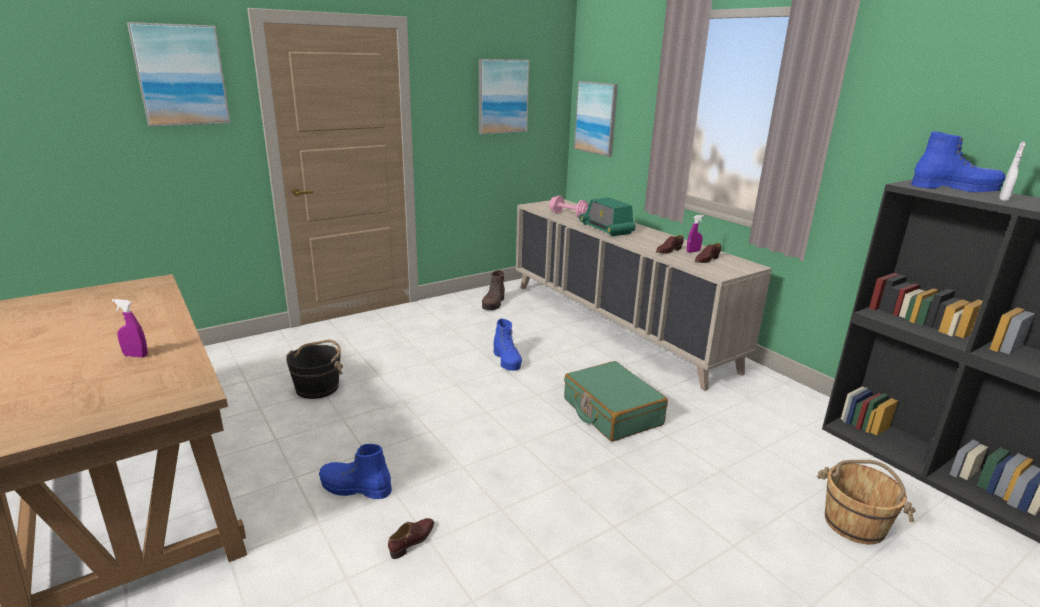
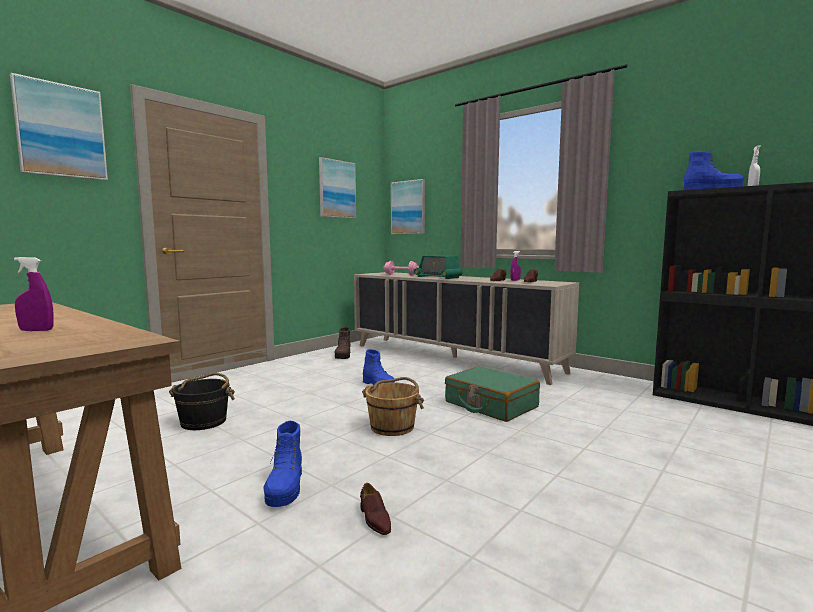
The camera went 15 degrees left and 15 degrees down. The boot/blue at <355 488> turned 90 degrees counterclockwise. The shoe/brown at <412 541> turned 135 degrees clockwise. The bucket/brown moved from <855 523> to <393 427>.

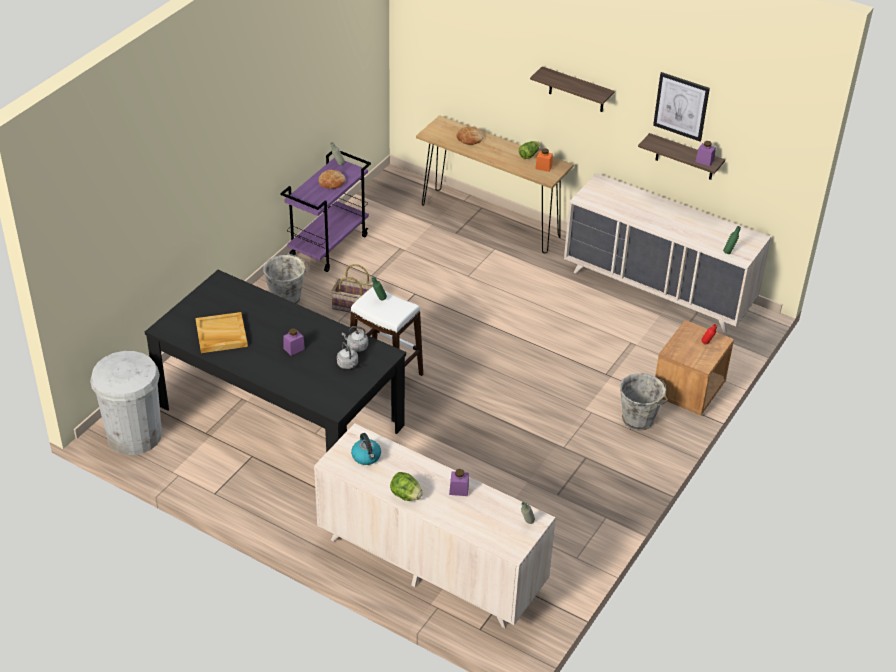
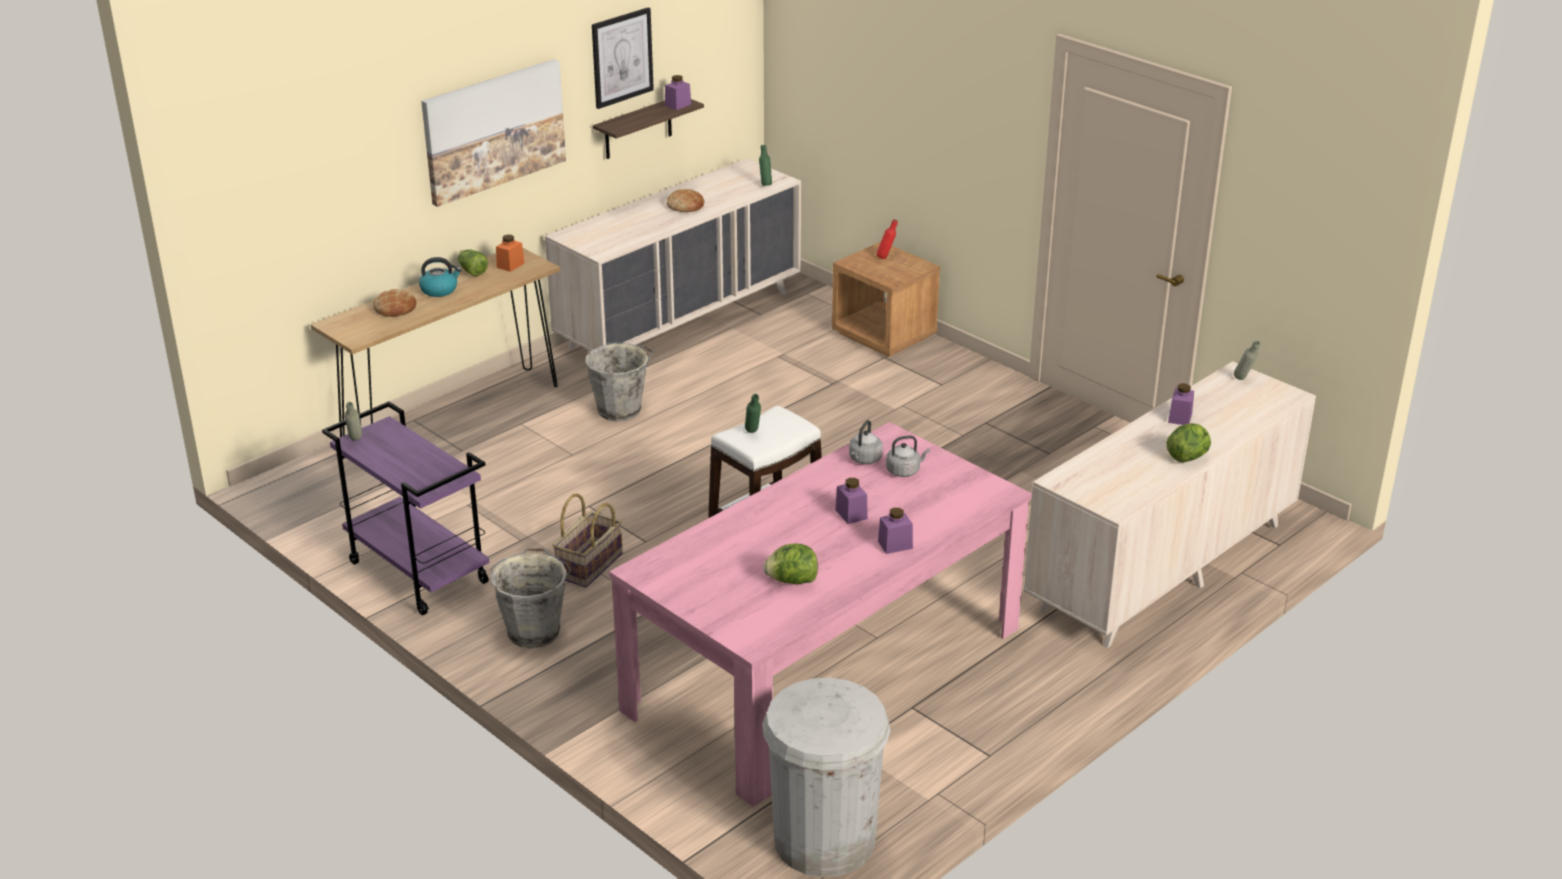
The camera went 75 degrees left and 10 degrees down. The kettle moved from <366 457> to <440 290>. The shelf at <576 90> was replaced by the picture at <493 130>. The bucket/grey moved from <639 420> to <621 409>. The dining table/black at <280 415> became the dining table/pink at <824 668>. The bread moved from <331 182> to <685 205>. The tray/beige at <221 335> was replaced by the lettuce at <792 581>. The jar/purple at <895 545> appeared.

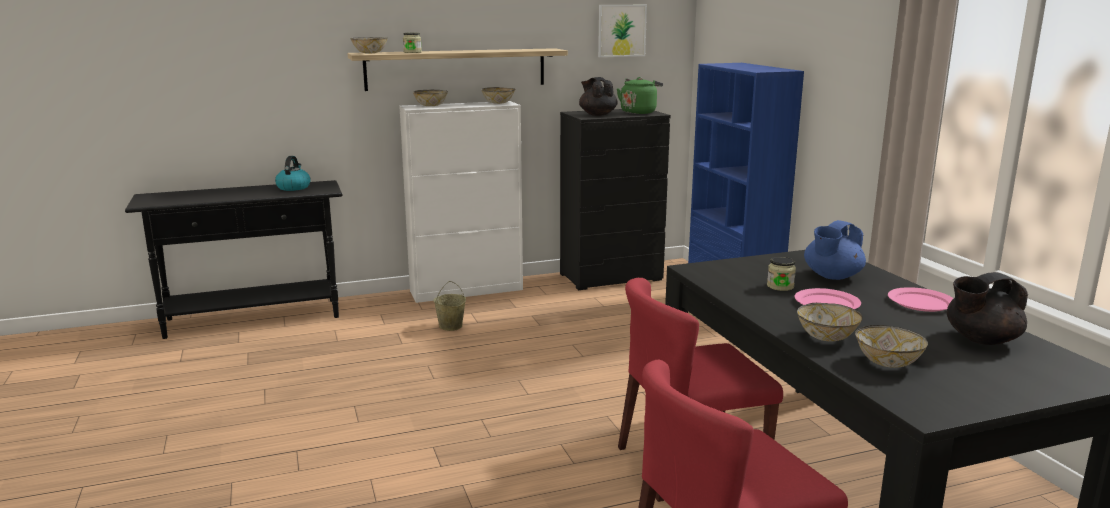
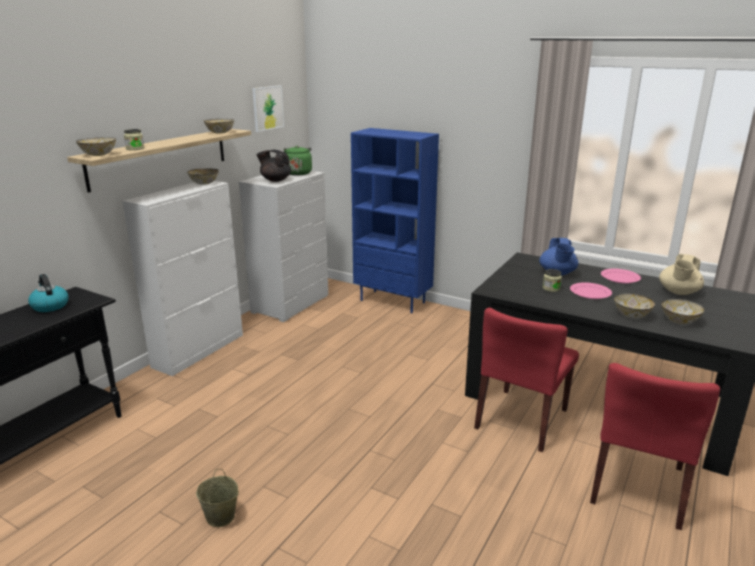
The camera went 40 degrees left and 5 degrees up. The bucket/beige moved from <451 326> to <221 517>. The bowl moved from <431 106> to <220 133>. The dresser/black at <611 277> became the dresser/white at <291 304>. The teapot/black at <980 339> became the teapot/beige at <678 292>.

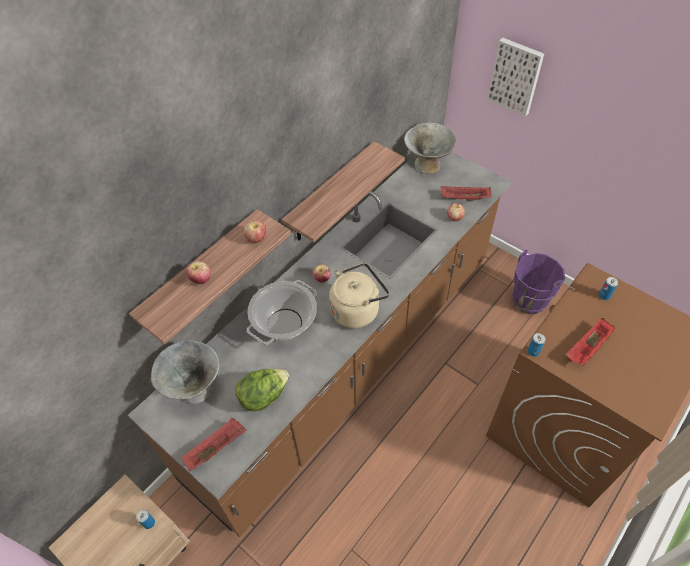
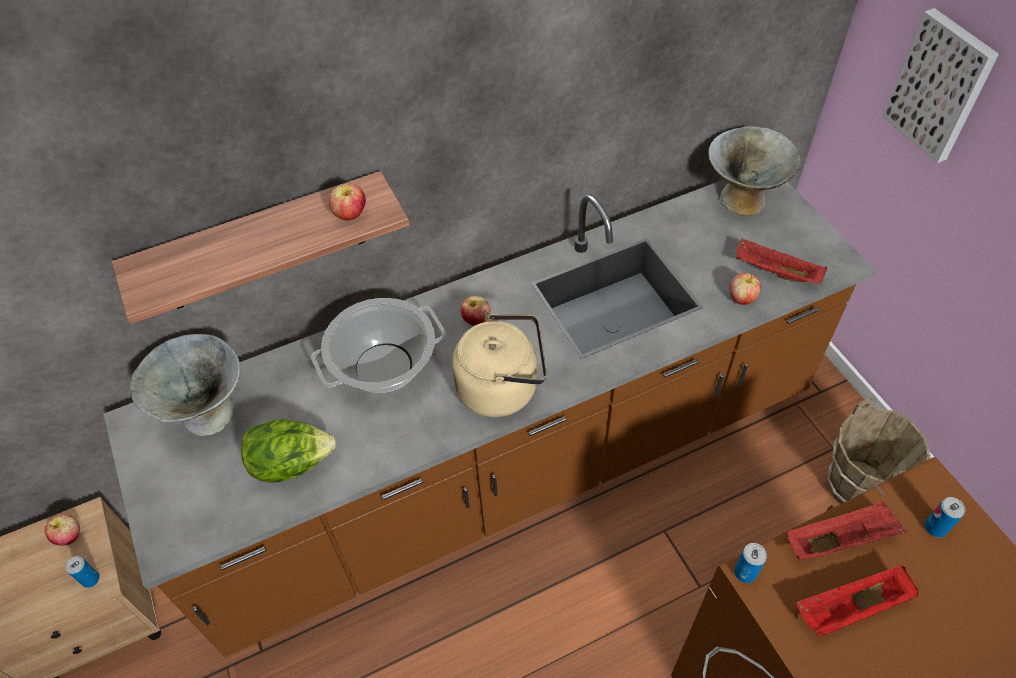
The camera went 25 degrees right and 0 degrees up. The apple moved from <201 279> to <69 536>. The tray/red moved from <216 447> to <840 539>. The bucket/purple at <529 301> became the bucket/brown at <857 487>. The shelf at <331 194> disappeared.

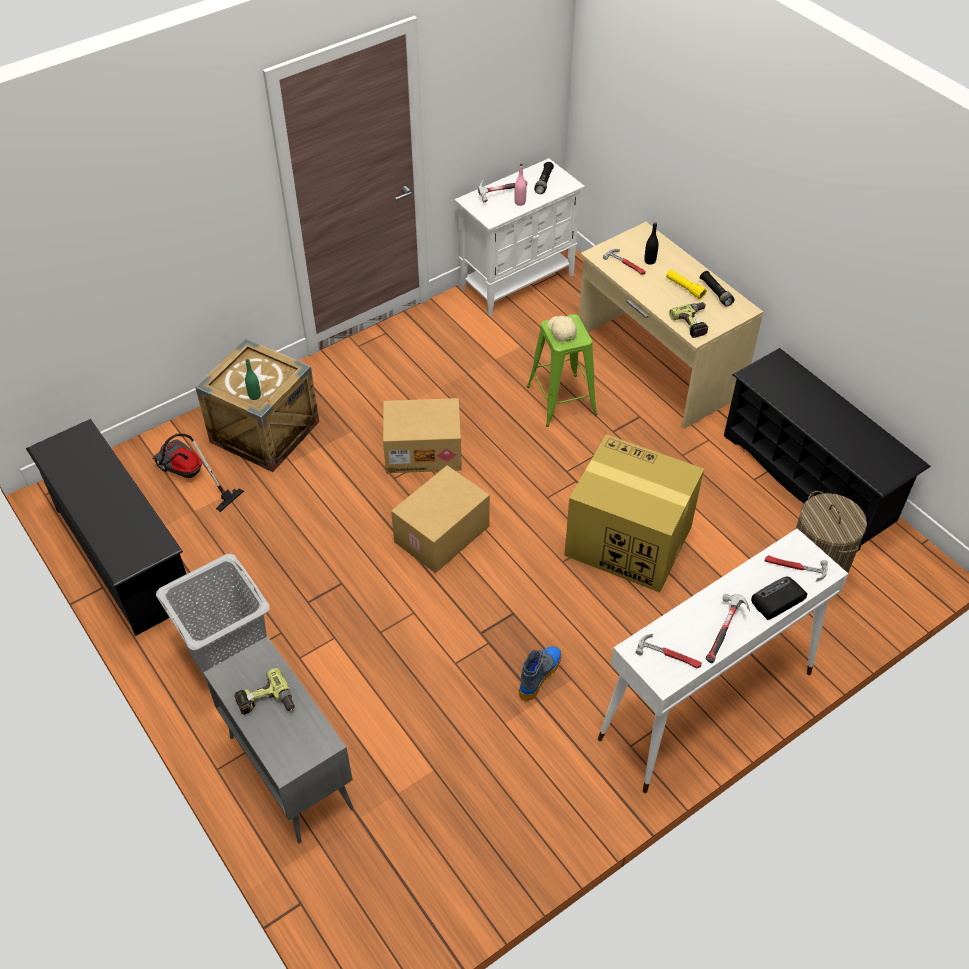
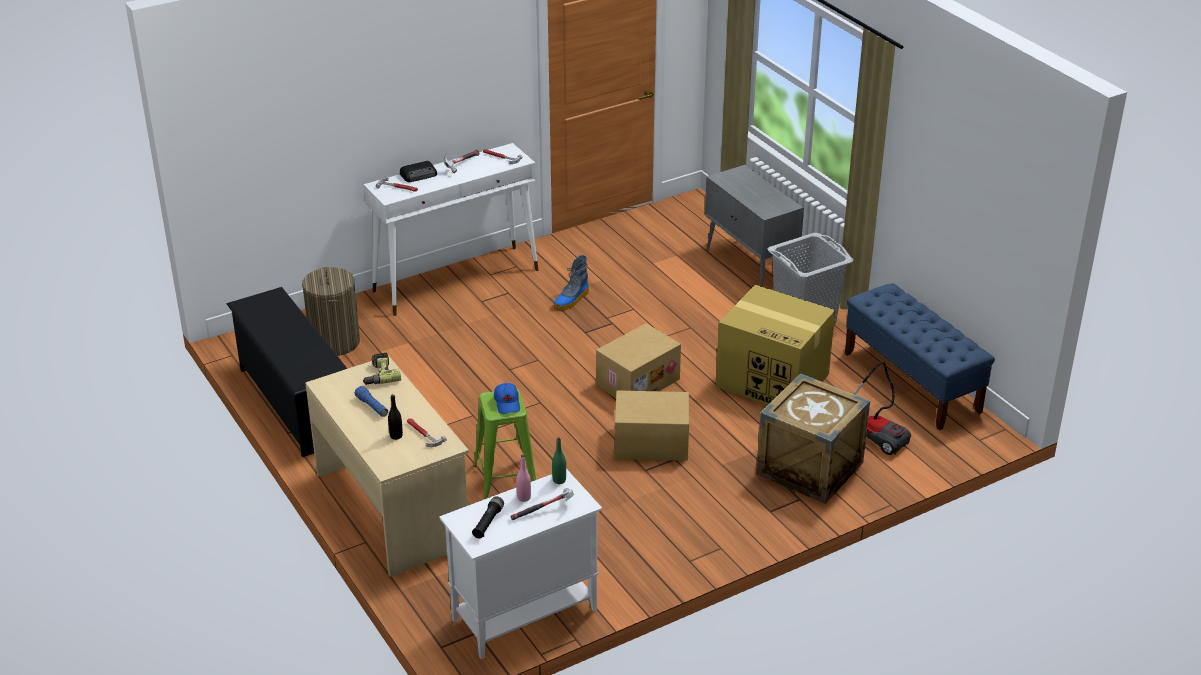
The camera went 175 degrees left and 15 degrees down. The flashlight/yellow at <685 288> became the flashlight/blue at <372 407>. The cap/beige at <561 331> became the cap/blue at <507 403>. The bottle/green moved from <254 396> to <559 480>. The cardboard box moved from <626 540> to <774 380>. The shoe rack/black at <123 555> was replaced by the bench/blue at <912 382>. The power drill at <266 703> disappeared. The flashlight/black at <715 293> disappeared.

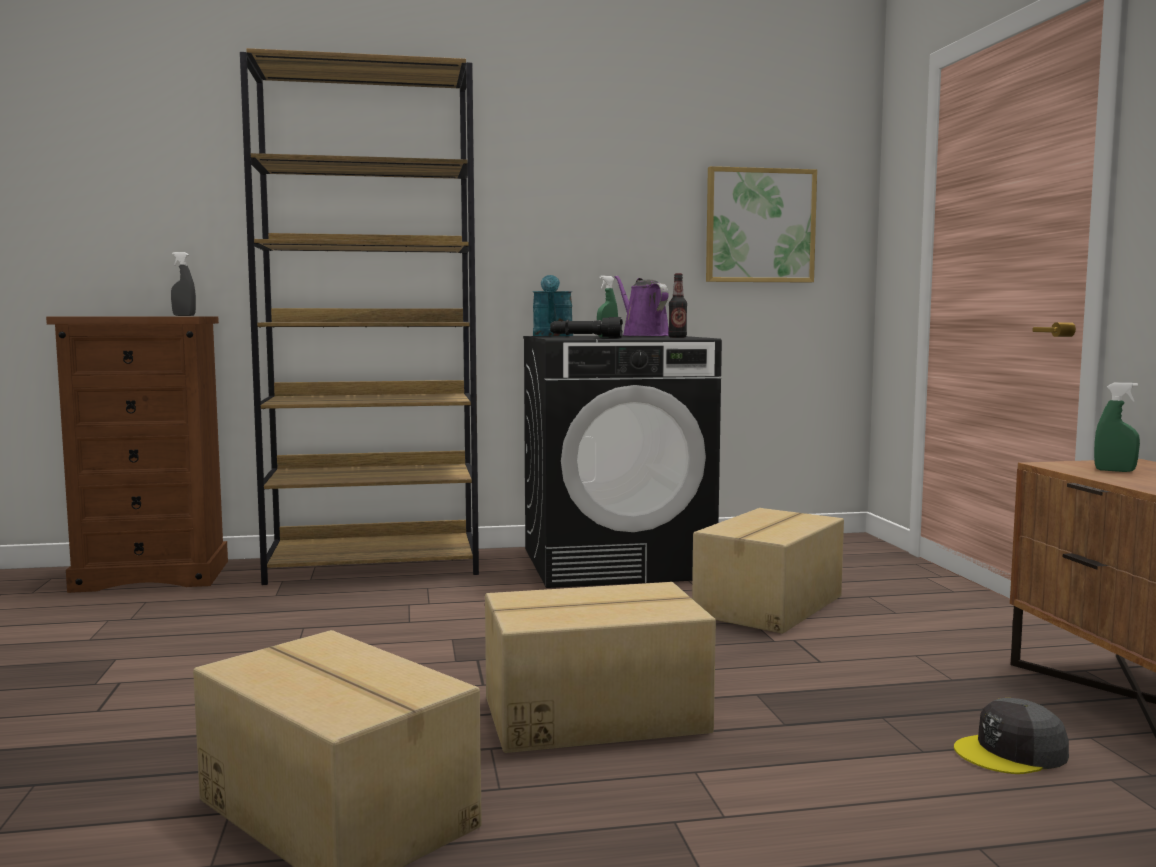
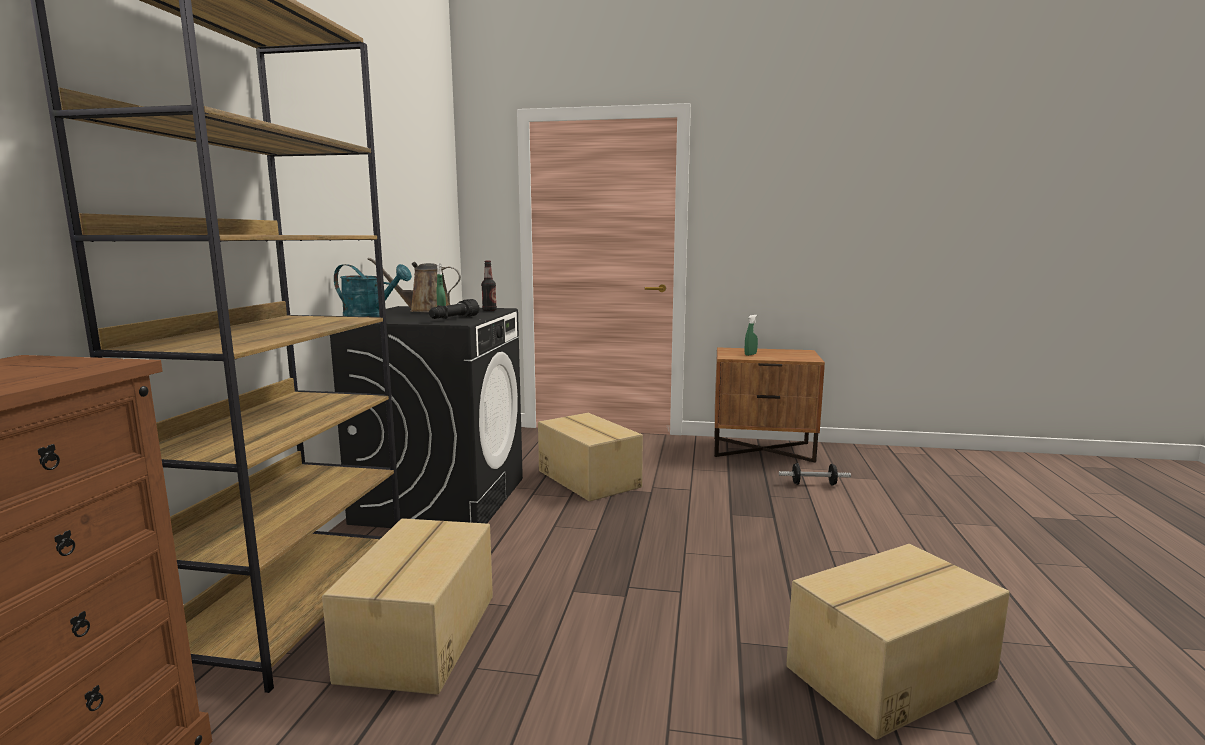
The camera went 70 degrees left and 5 degrees up. The cardboard box moved from <593 714> to <418 636>. The watering can/purple at <643 336> became the watering can/brown at <425 310>. The cap/grey at <1011 753> was replaced by the dumbbell at <813 484>. The spray bottle/grey at <184 316> disappeared. The picture at <760 226> disappeared.

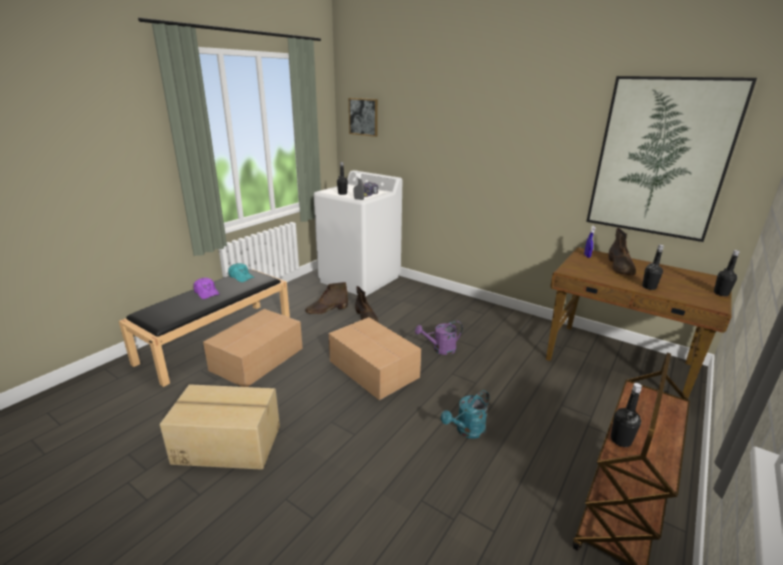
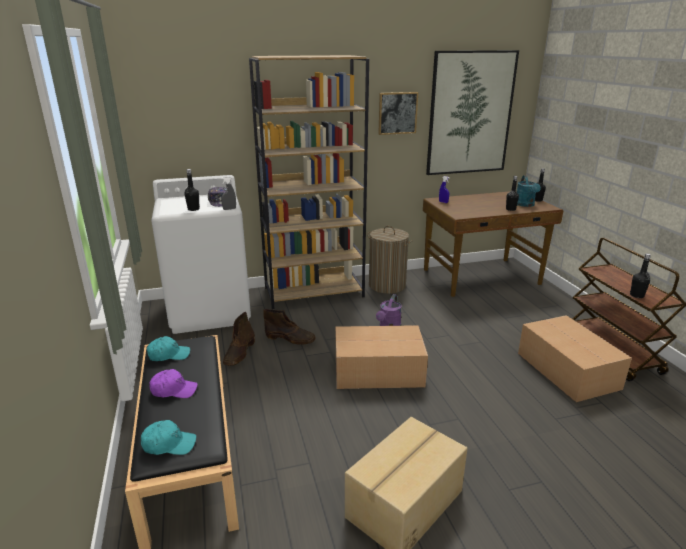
The camera went 50 degrees left and 0 degrees up. The cap/turquoise at <169 444> appeared. The bookcase/brown at <314 292> appeared. The laundry basket at <387 285> appeared. The picture moved from <363 117> to <397 113>. The watering can/turquoise moved from <466 431> to <525 205>. The cardboard box moved from <256 359> to <568 371>. The boot/brown at <620 267> disappeared.

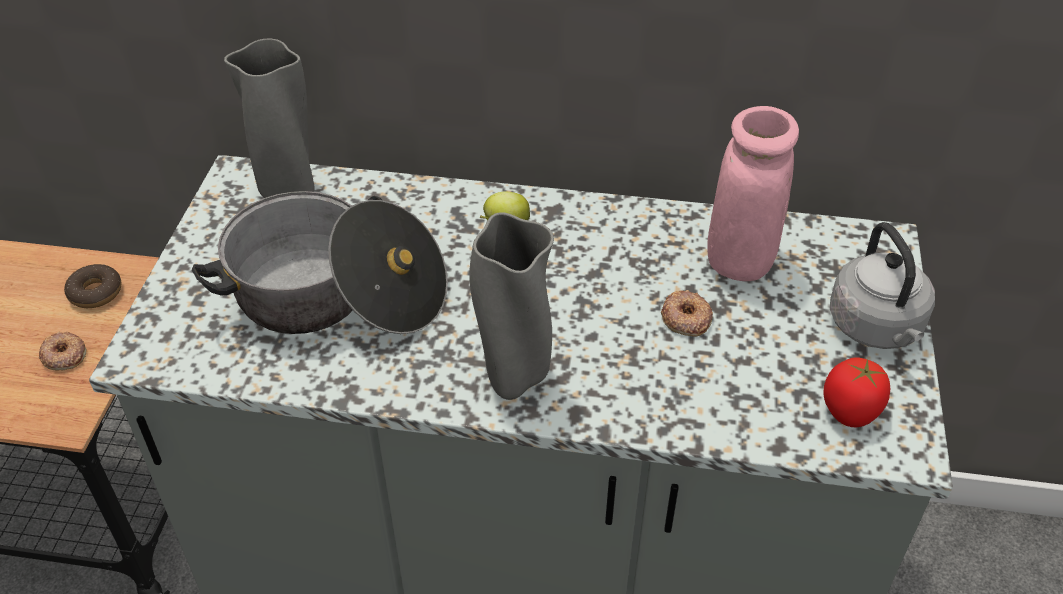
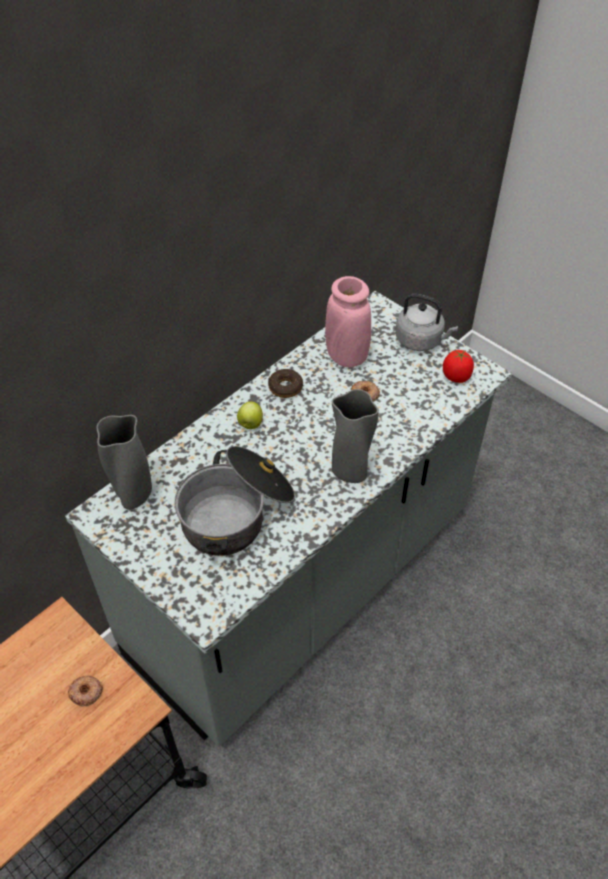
The camera went 55 degrees left and 5 degrees up. The donut moved from <95 292> to <285 387>.

